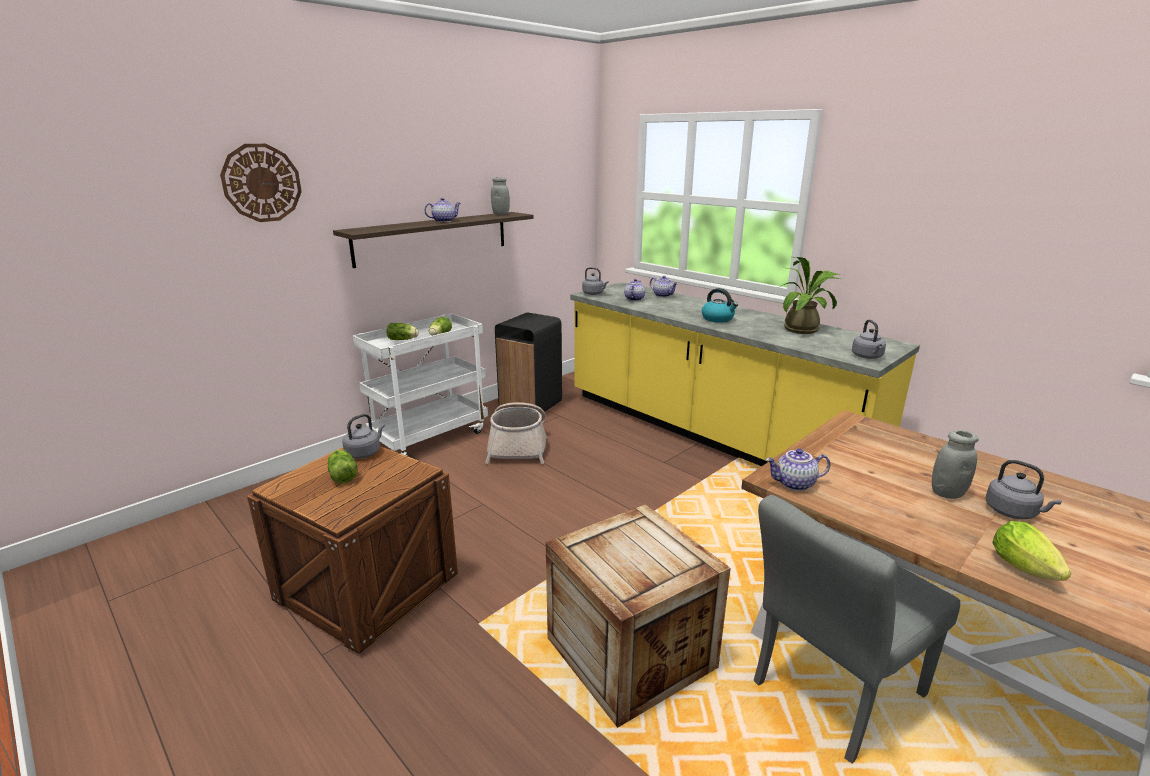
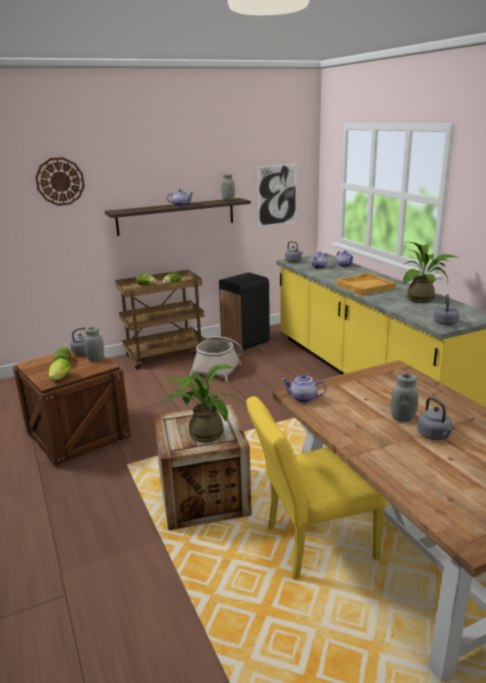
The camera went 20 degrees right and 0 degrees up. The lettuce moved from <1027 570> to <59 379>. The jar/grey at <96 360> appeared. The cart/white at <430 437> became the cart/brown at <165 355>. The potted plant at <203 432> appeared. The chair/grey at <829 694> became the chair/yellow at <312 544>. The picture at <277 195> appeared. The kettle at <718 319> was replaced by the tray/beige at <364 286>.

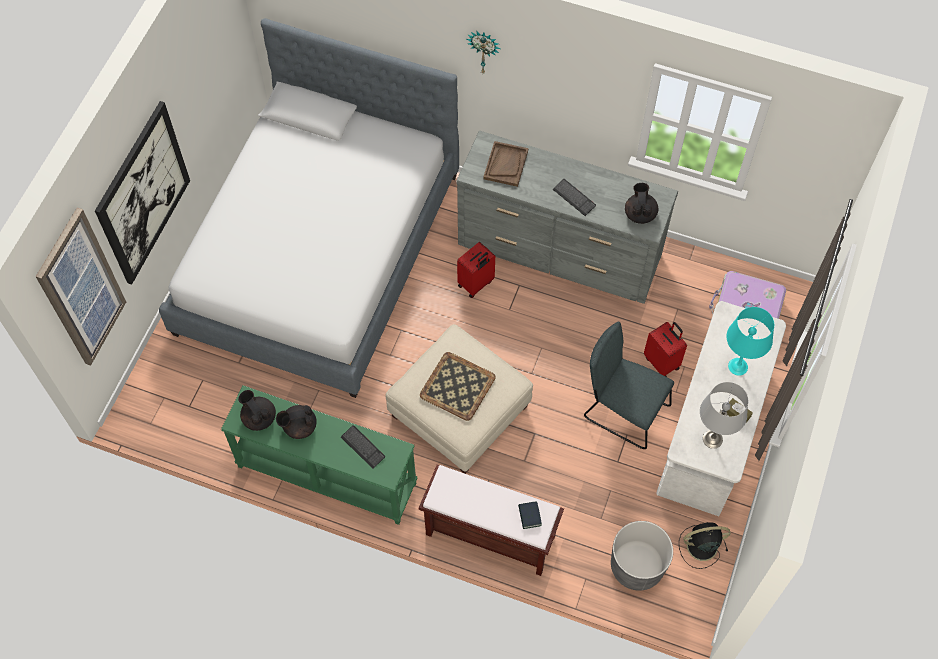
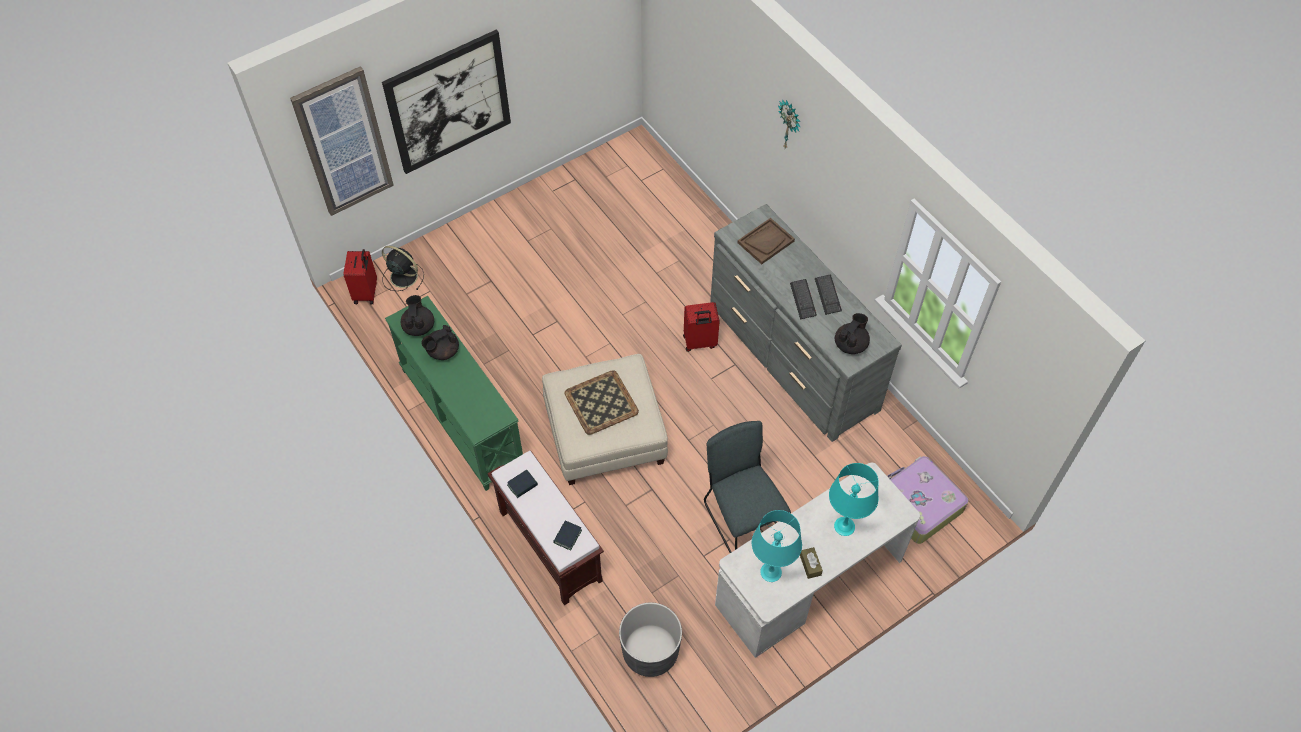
The camera went 35 degrees right and 5 degrees down. The suitcase/red moved from <662 362> to <366 293>. The fan/black moved from <700 546> to <402 276>. The teapot/black at <299 426> turned 60 degrees counterclockwise. The book at <522 485> appeared. The table lamp/grey at <713 439> became the table lamp/turquoise at <771 572>. The keyboard moved from <363 447> to <827 295>. The bed at <319 253> disappeared.

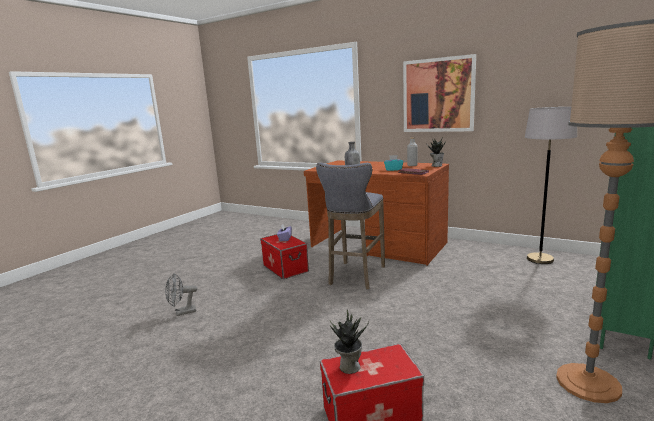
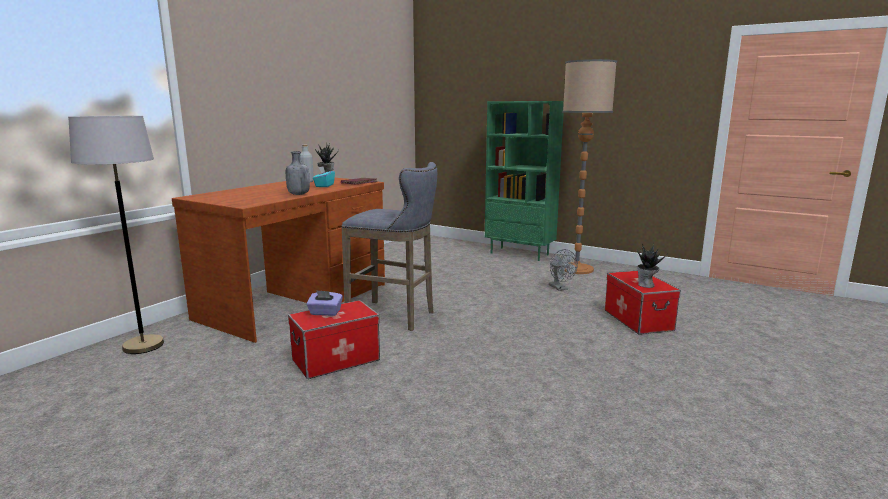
The camera went 90 degrees left and 0 degrees up. The floor lamp/grey moved from <540 259> to <143 346>. The fan/grey moved from <182 312> to <560 288>. The picture at <438 95> disappeared.

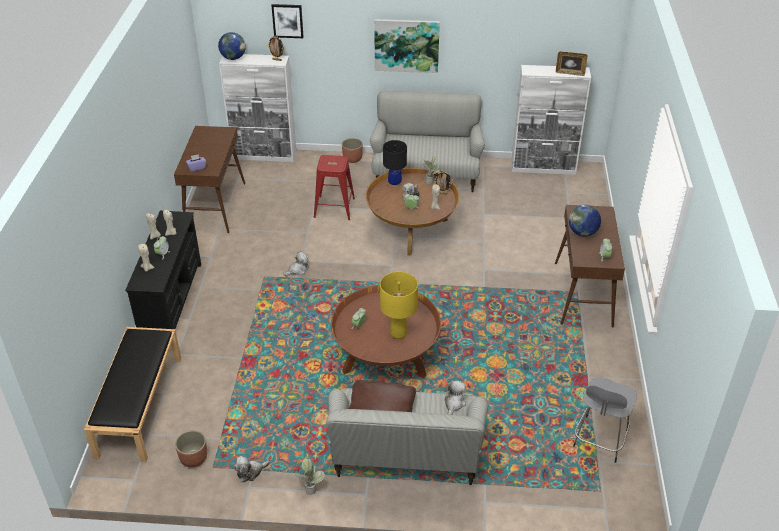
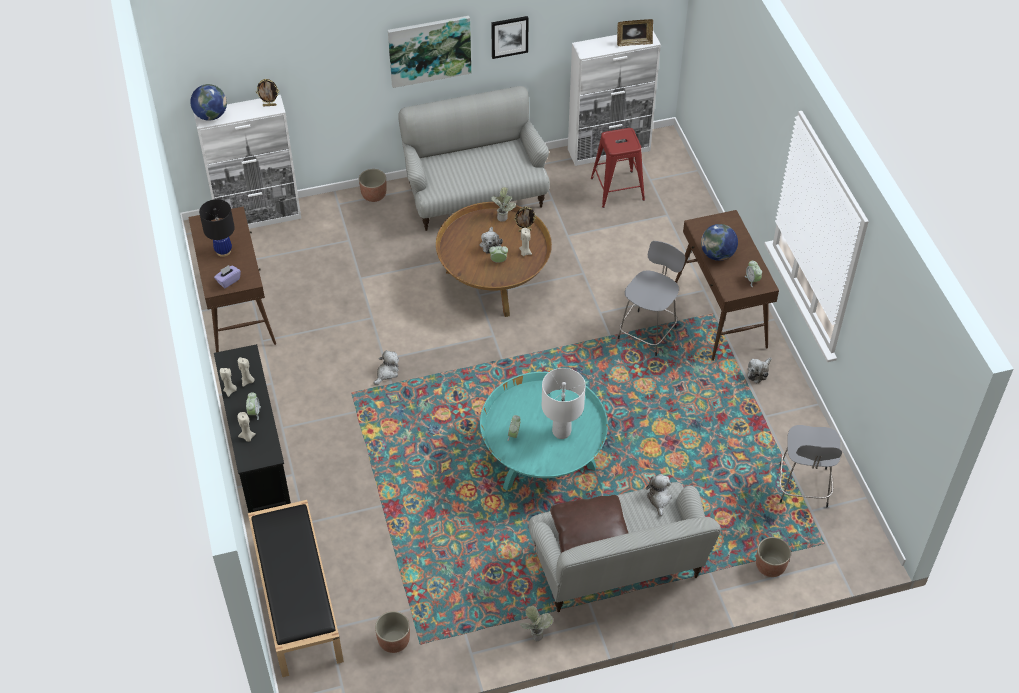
The camera went 20 degrees left and 10 degrees up. The table lamp/black moved from <394 183> to <223 251>. The coffee table/brown at <385 358> became the coffee table/turquoise at <542 457>. The picture moved from <287 20> to <509 36>. The table lamp/yellow at <398 334> became the table lamp/white at <561 432>. The stool/red moved from <334 208> to <617 189>. The stool/grey at <648 331> appeared. The plush toy moved from <250 472> to <758 372>. The planter at <770 566> appeared.

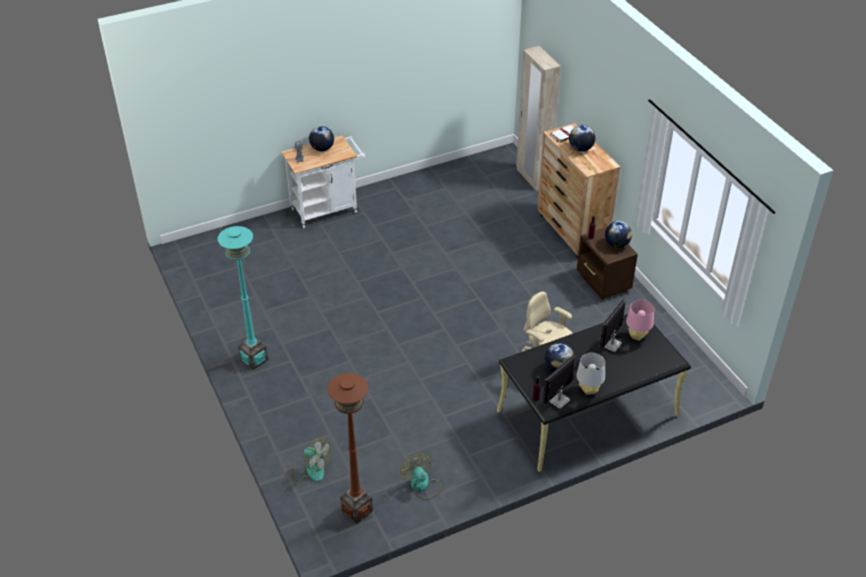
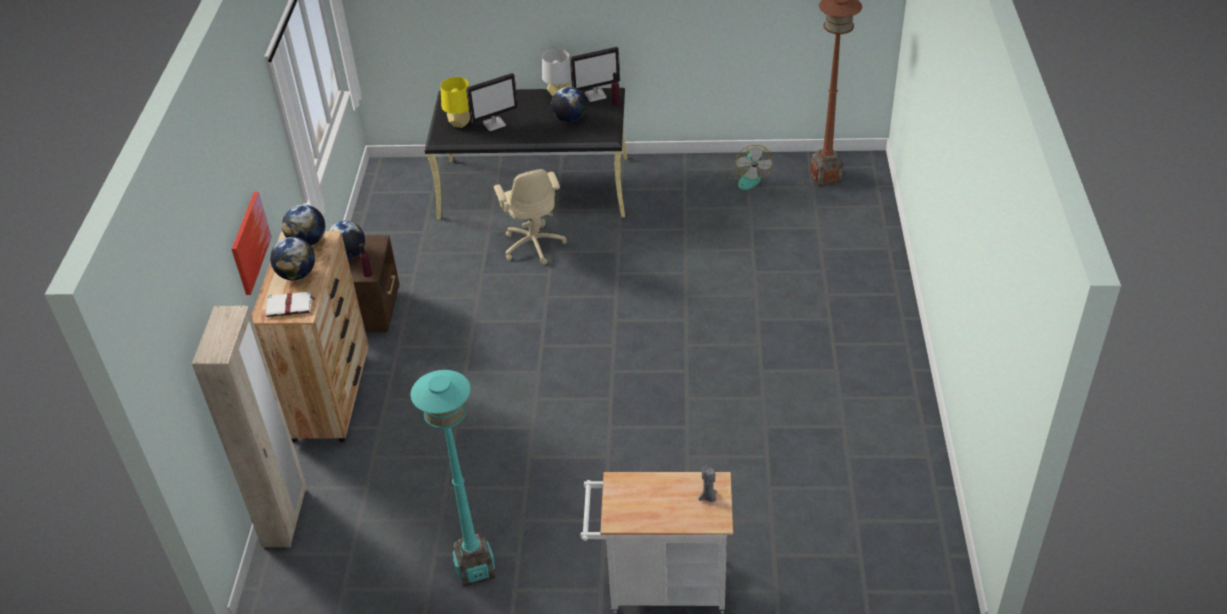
The camera went 150 degrees left and 0 degrees up. The picture at <249 242> appeared. The globe moved from <322 149> to <308 241>. The floor lamp/turquoise moved from <254 359> to <475 569>. The table lamp/pink at <637 336> became the table lamp/yellow at <460 124>. The fan at <311 469> disappeared.

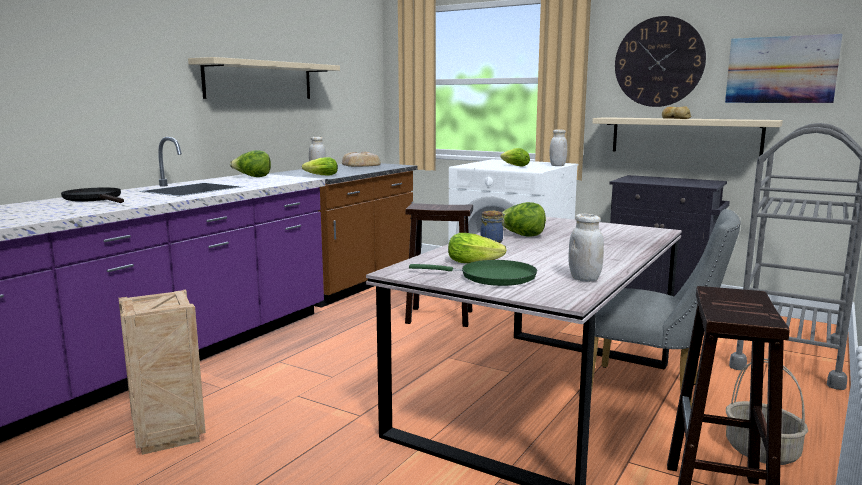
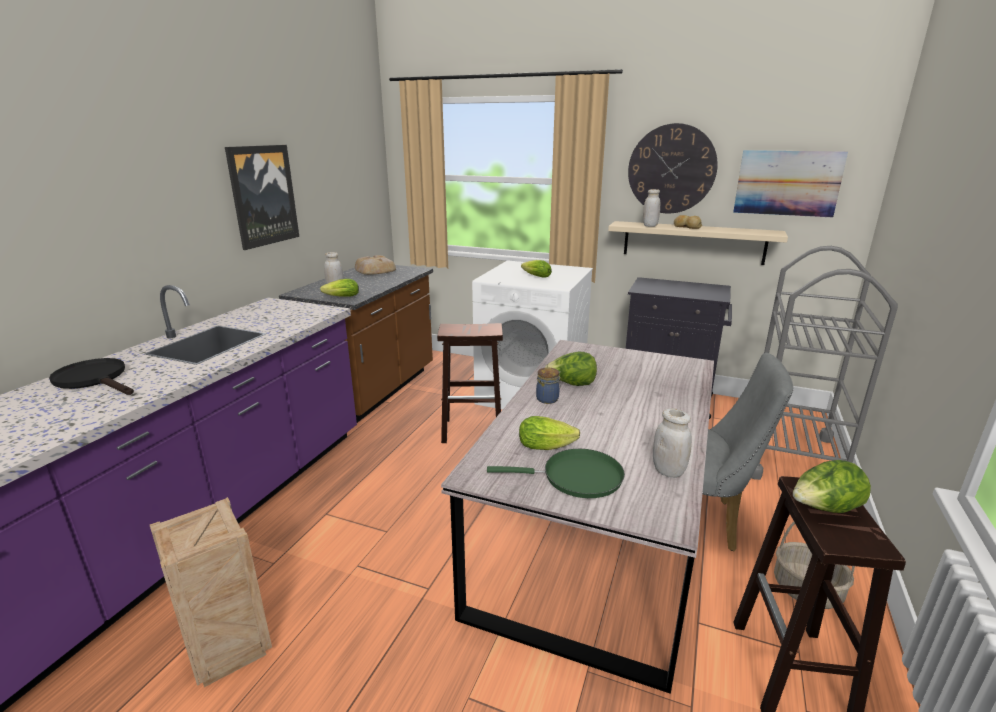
The camera went 10 degrees left and 10 degrees up. The shelf/beige at <259 80> was replaced by the picture at <263 195>. The jar/white moved from <557 165> to <650 226>. The lettuce moved from <252 177> to <824 509>.

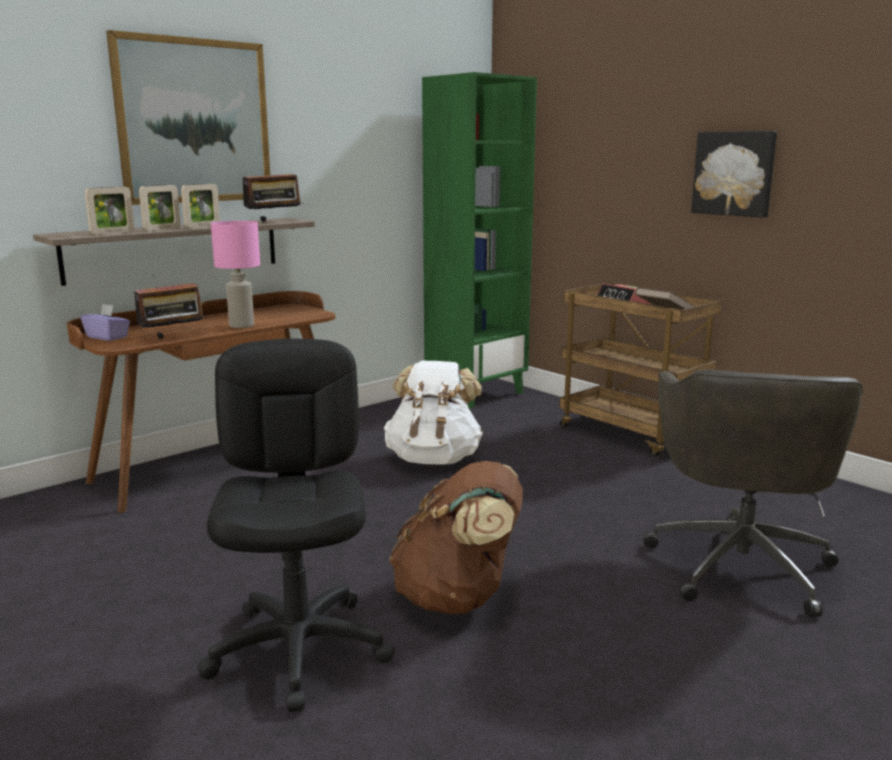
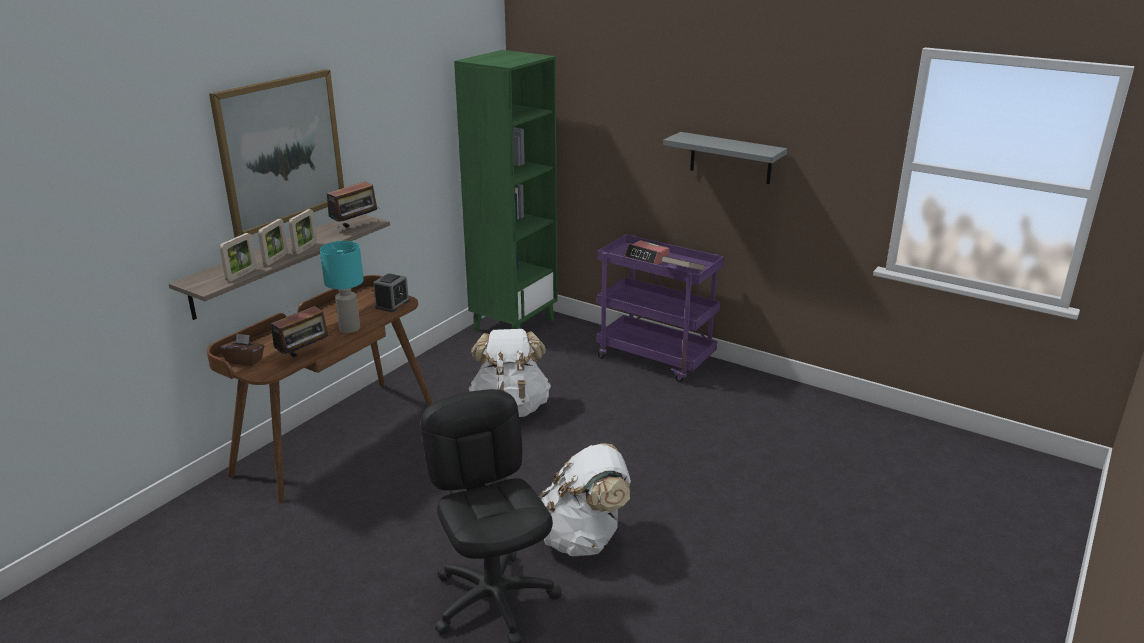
The camera went 15 degrees left and 10 degrees up. The tissue box/purple at <107 337> became the tissue box/brown at <245 360>. The table lamp/pink at <241 326> became the table lamp/turquoise at <349 329>. The alarm clock at <392 304> appeared. The backpack/brown at <458 598> became the backpack/white at <583 538>. The cart/brown at <632 435> became the cart/purple at <656 359>. The picture at <734 173> was replaced by the shelf/grey at <730 158>. The office chair/grey at <740 564> disappeared.

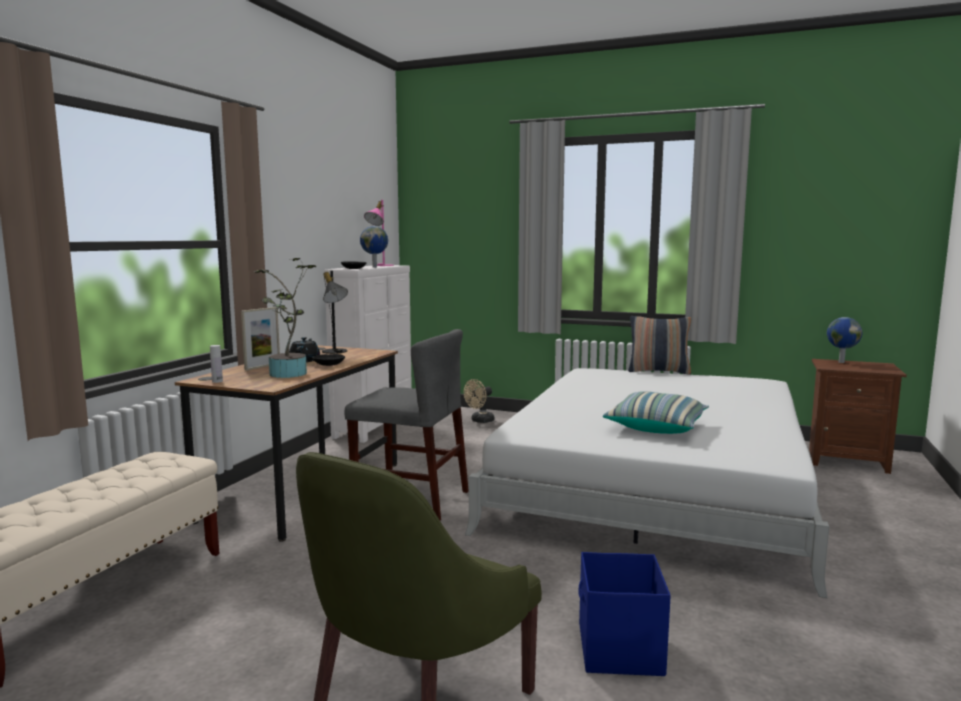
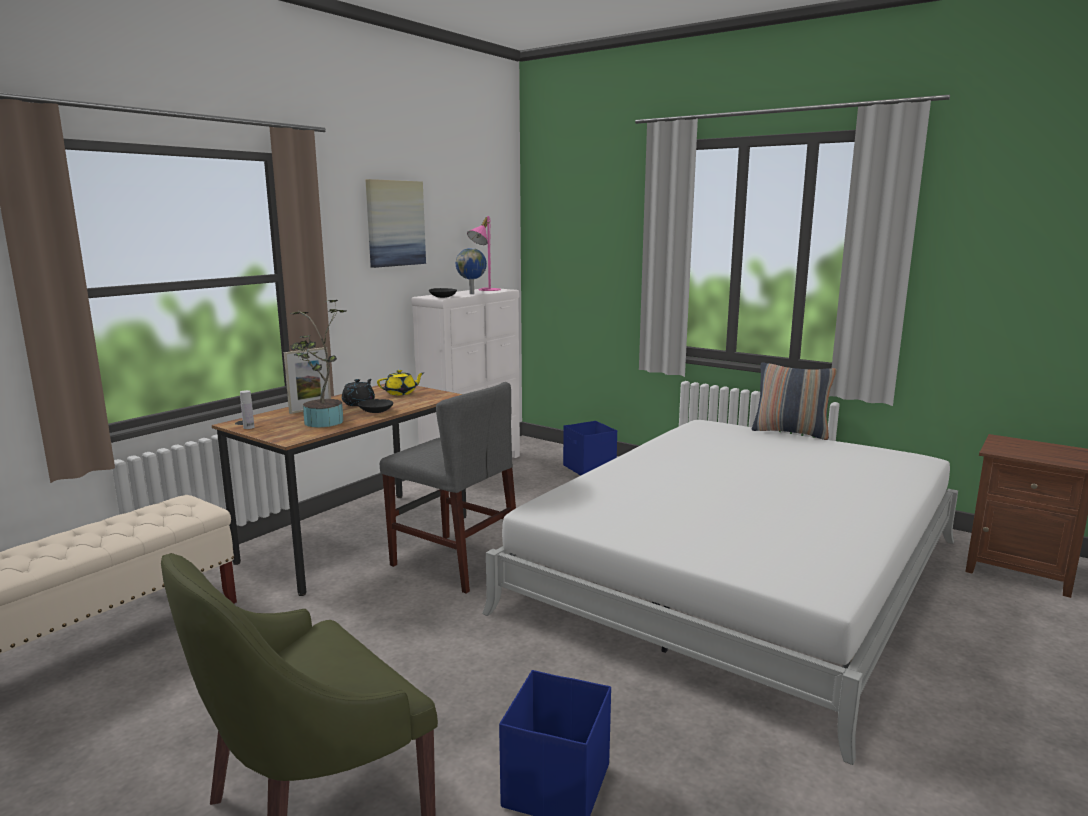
The camera went 15 degrees right and 5 degrees up. The picture at <395 223> appeared. The table lamp/black at <335 352> was replaced by the teapot/yellow at <401 393>. The fan/beige at <480 421> was replaced by the storage box/blue at <589 468>. The pillow at <656 427> disappeared. The globe at <840 362> disappeared.

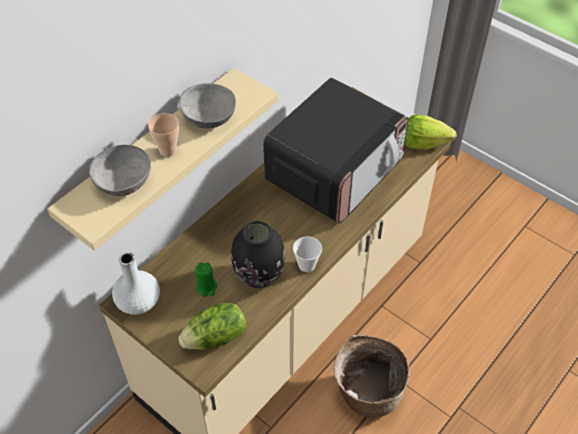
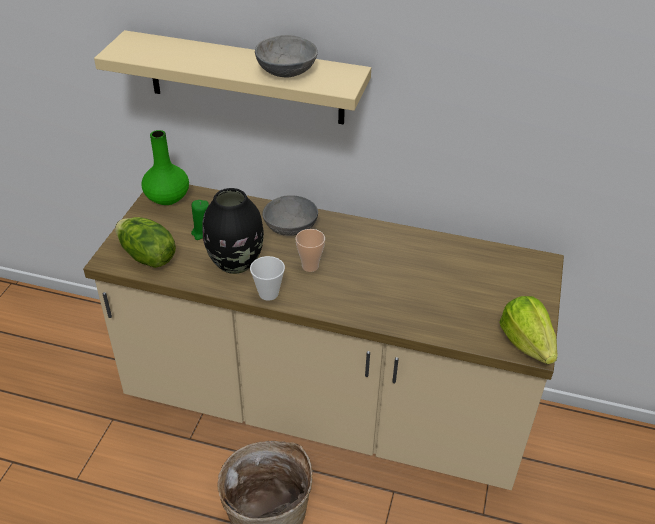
The camera went 65 degrees right and 10 degrees down. The vase/white at <138 301> became the vase/green at <167 197>. The bowl/grey moved from <124 181> to <291 227>. The cup moved from <168 150> to <310 266>. The microwave at <334 171> disappeared.

